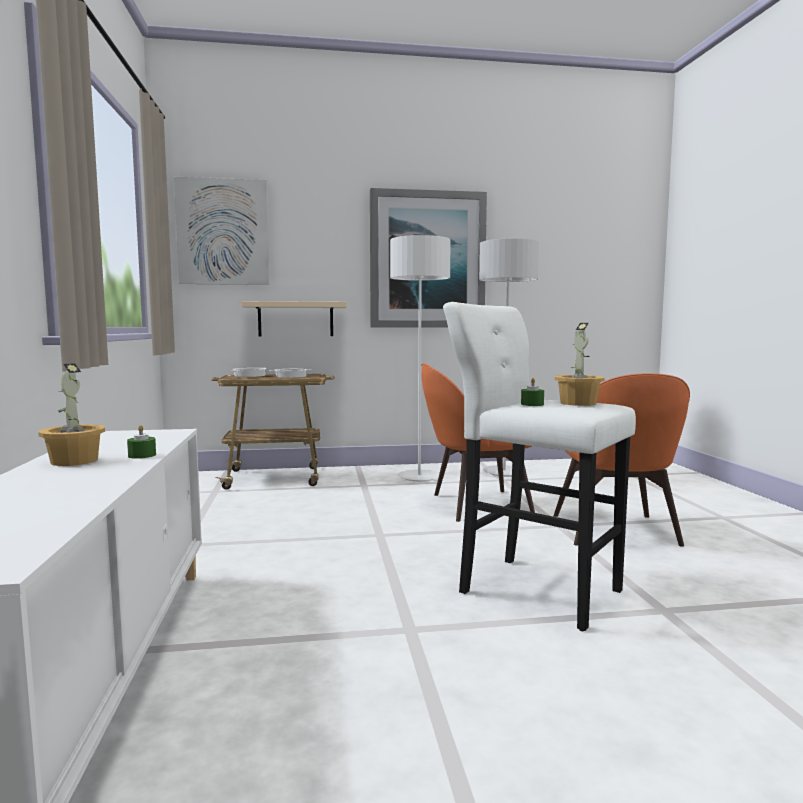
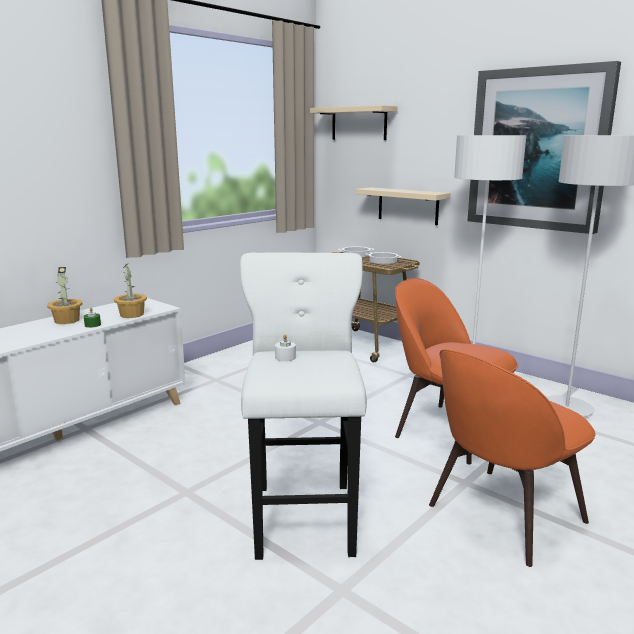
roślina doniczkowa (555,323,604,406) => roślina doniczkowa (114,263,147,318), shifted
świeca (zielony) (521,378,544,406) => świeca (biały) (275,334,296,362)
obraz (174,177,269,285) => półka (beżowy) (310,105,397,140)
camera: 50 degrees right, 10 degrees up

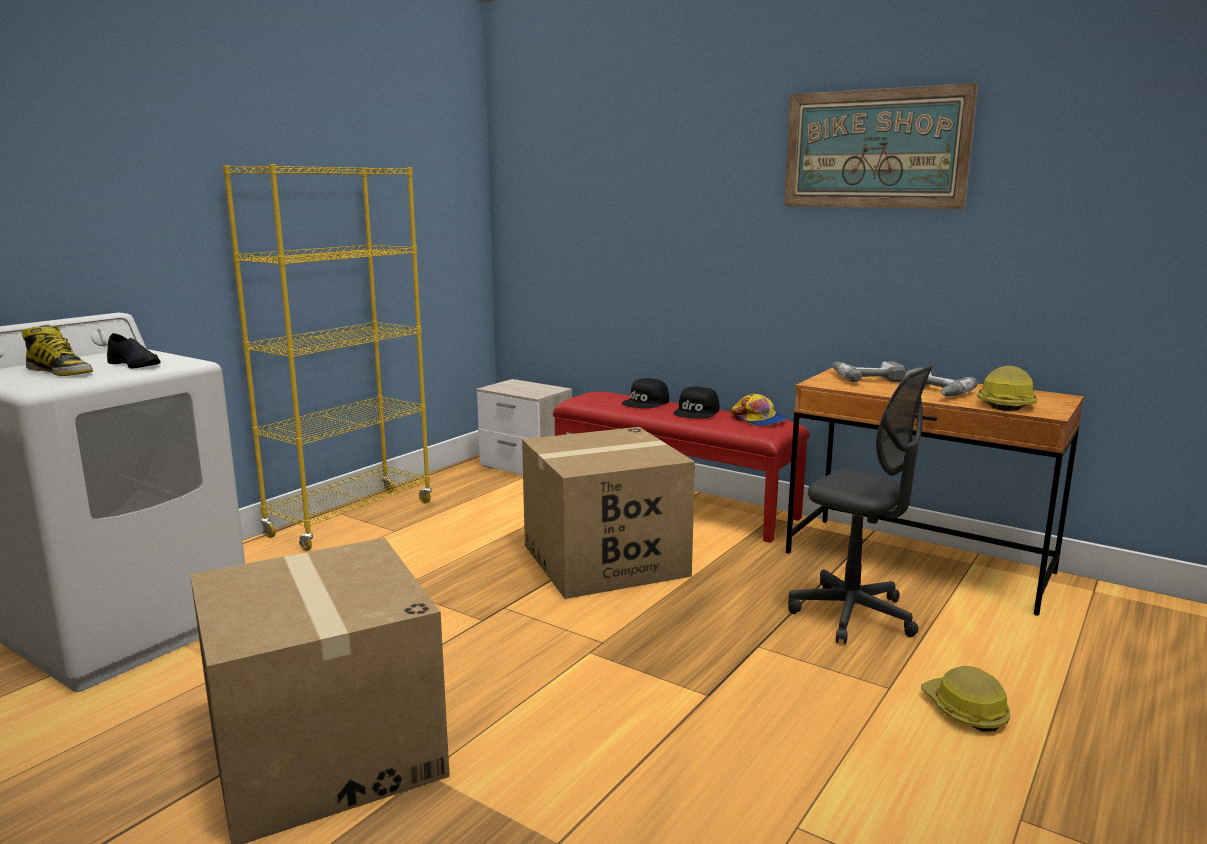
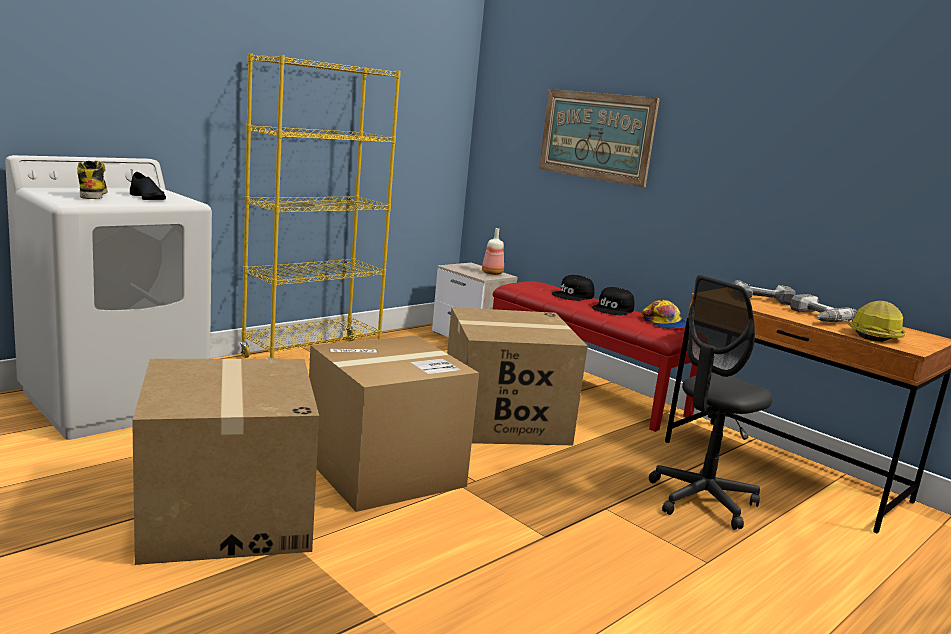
but z cholewką (22,325,93,376) => but z cholewką (77,161,108,199), 150 degrees counterclockwise
nothing => karton (309,335,479,512)
nothing => butelka (482,228,504,275)
obraz (784,83,978,209) => obraz (539,89,660,188), shifted
krzesło biurowe (szary) (788,366,933,644) => krzesło biurowe (szary) (649,275,773,530), 90 degrees clockwise
kask (921,666,1010,732) => nothing
camera: 10 degrees right, 0 degrees up

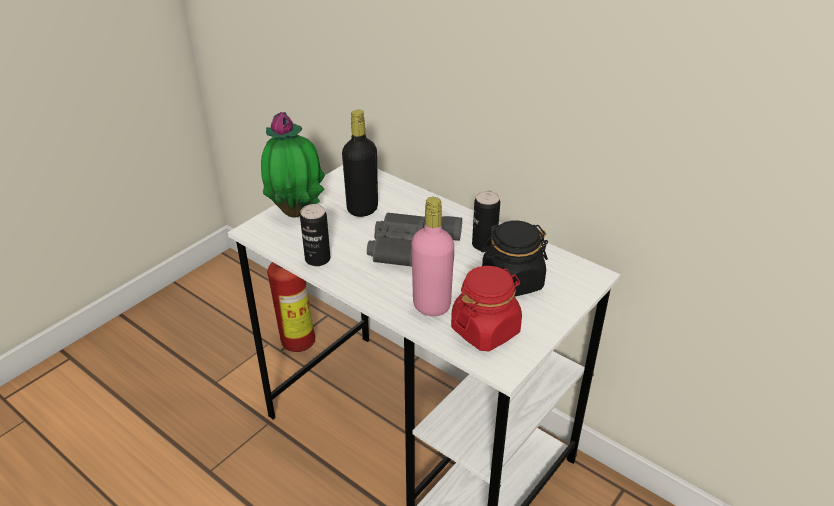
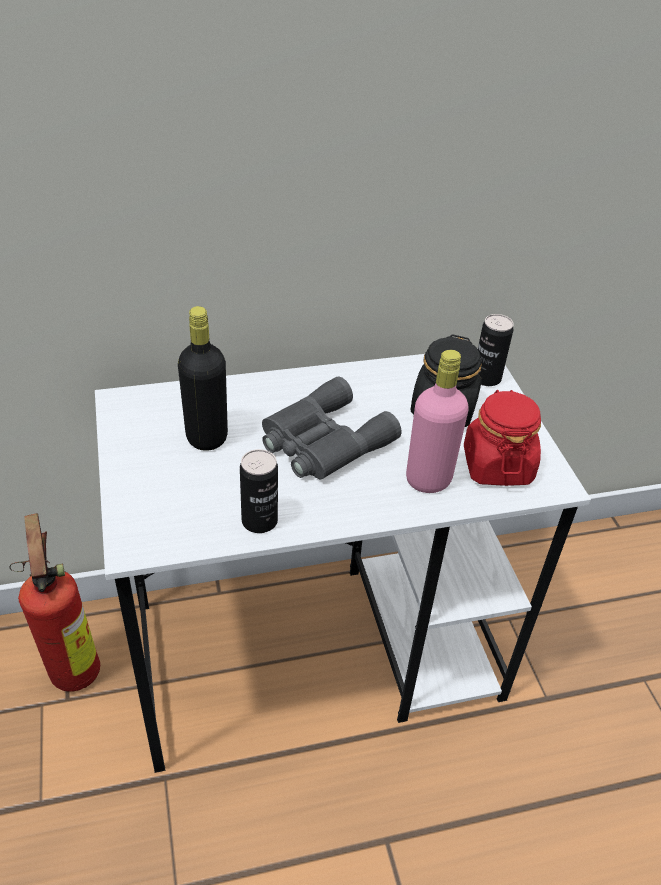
puszka (472,191,500,252) => puszka (478,314,514,386), shifted
roślina doniczkowa (261,112,325,218) => nothing
camera: 55 degrees left, 5 degrees up

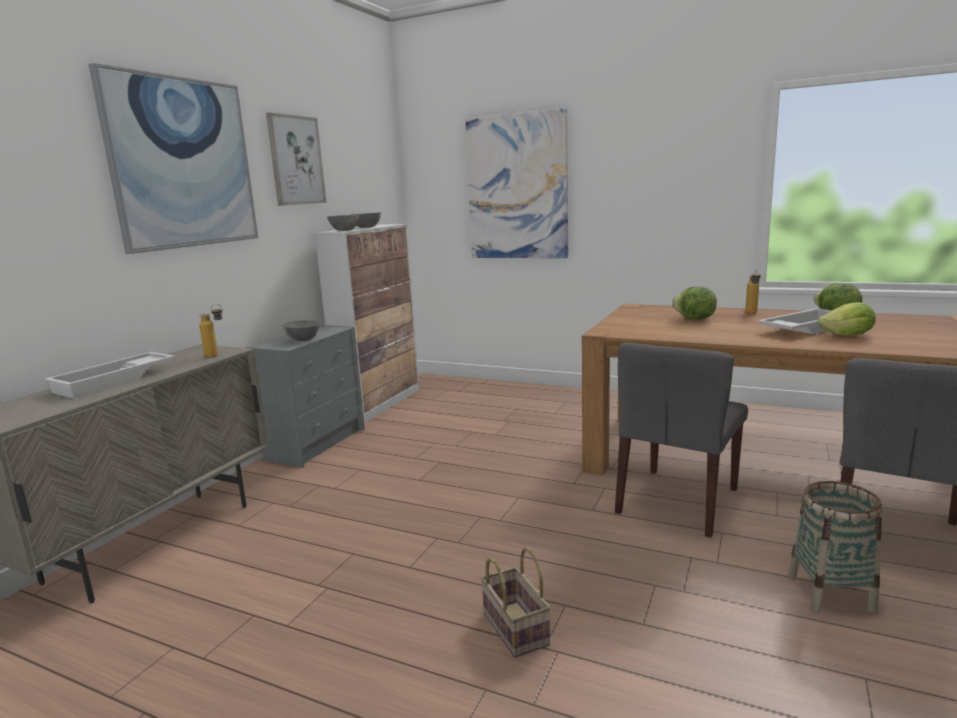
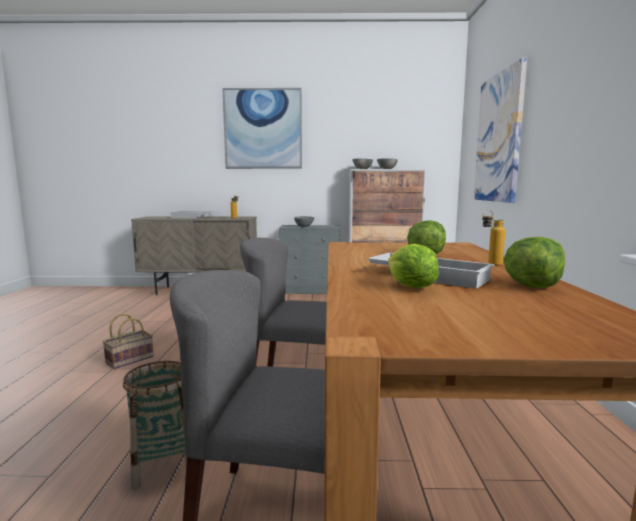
obraz (266,113,327,206) => nothing
camera: 65 degrees right, 5 degrees down

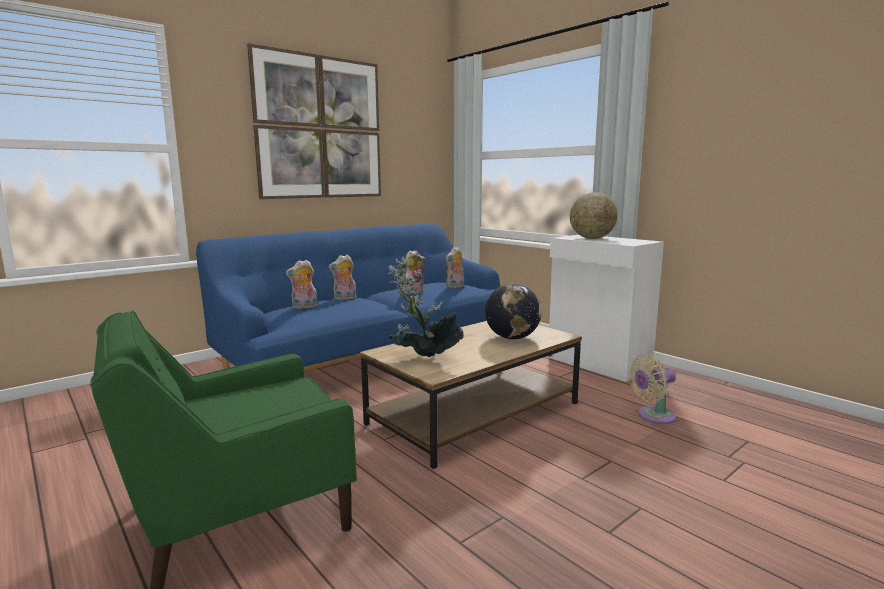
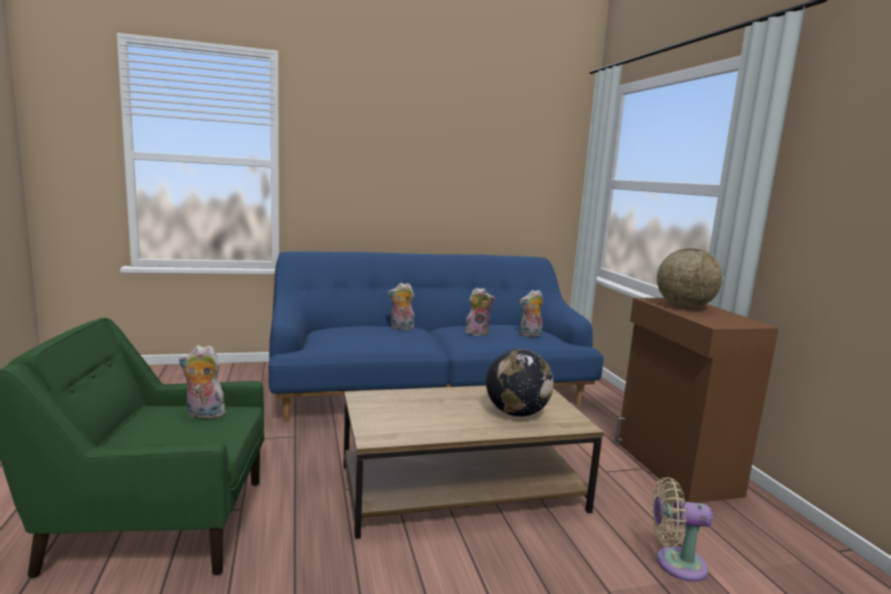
pluszak (286,260,317,309) => pluszak (179,345,226,419), shifted
szafka (biały) (548,235,664,382) => szafka (brązowy) (615,298,779,503)
obraz (247,43,381,199) => nothing
roślina doniczkowa (388,256,464,358) => nothing
camera: 25 degrees right, 0 degrees up

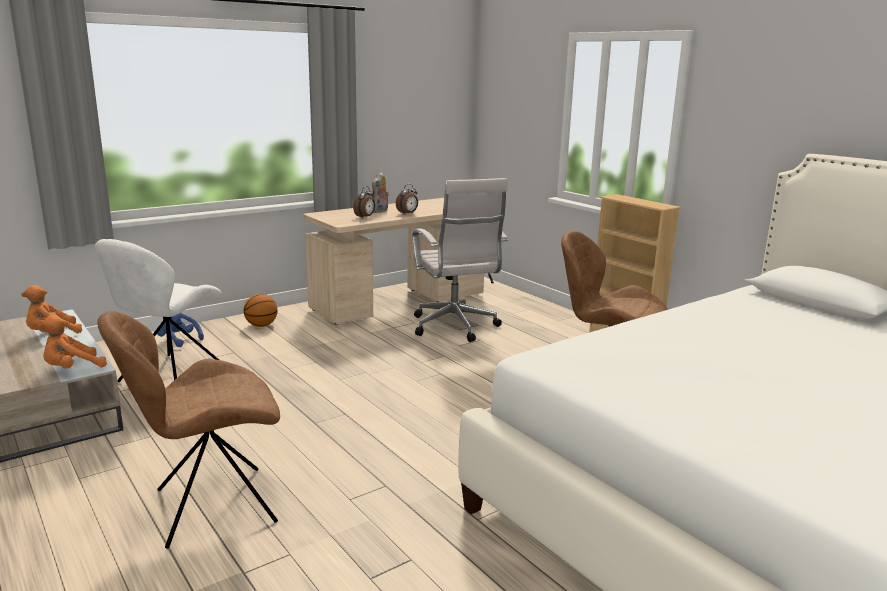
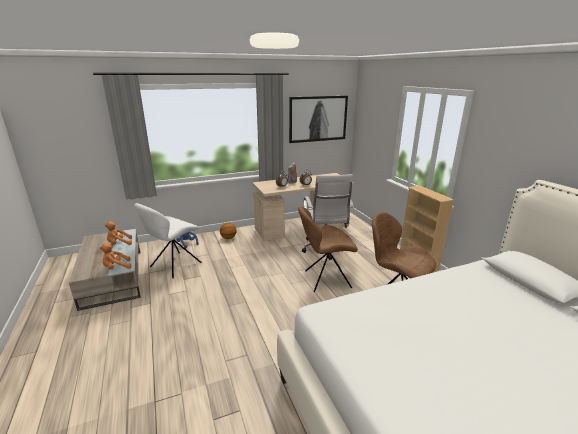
nothing => obraz (289,96,348,143)
krzesło (brązowy) (97,311,280,549) => krzesło (brązowy) (298,206,358,292), shifted
camera: 15 degrees right, 5 degrees up

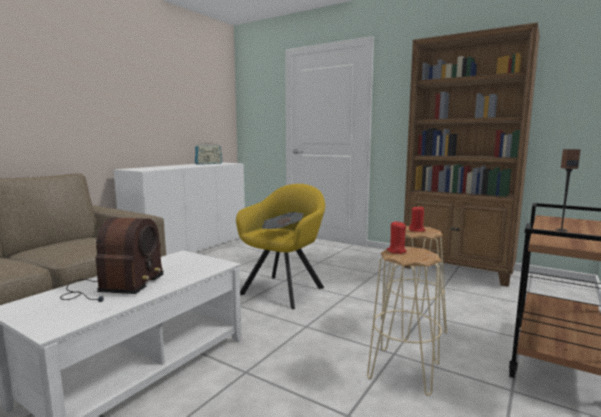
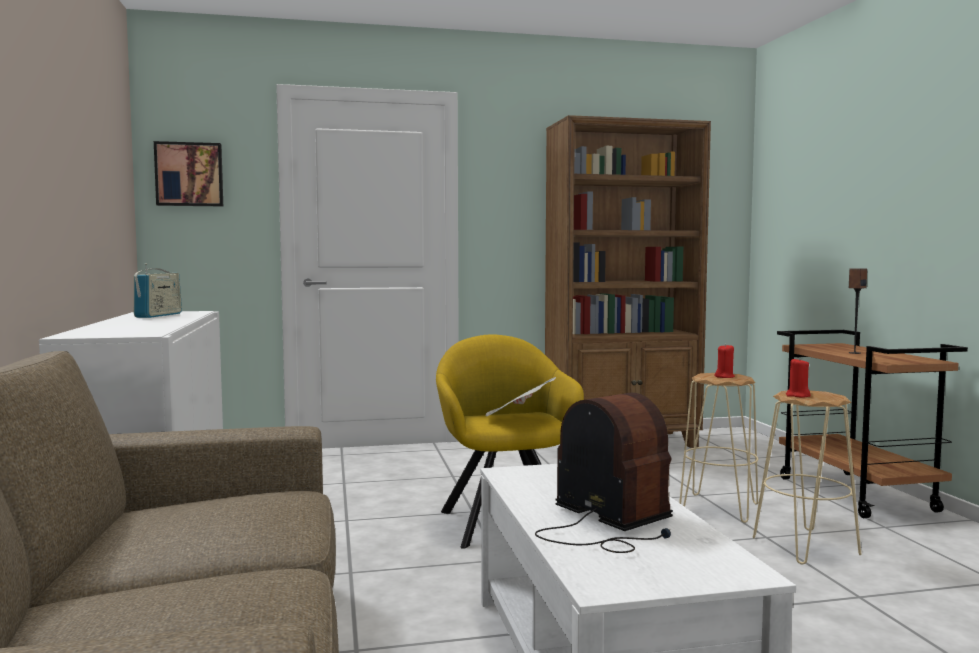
nothing => obraz (154,141,223,206)
camera: 45 degrees left, 5 degrees down

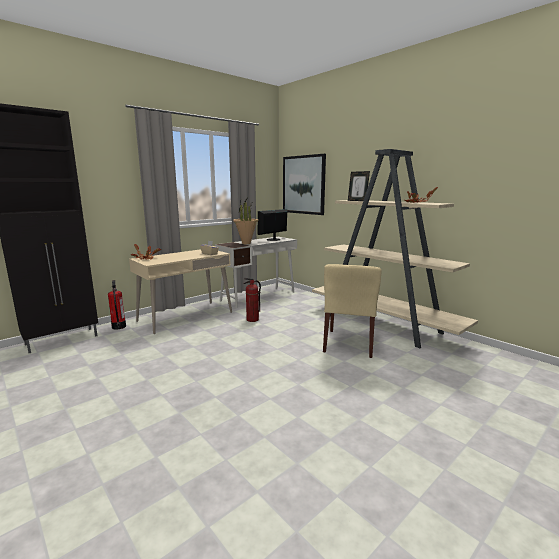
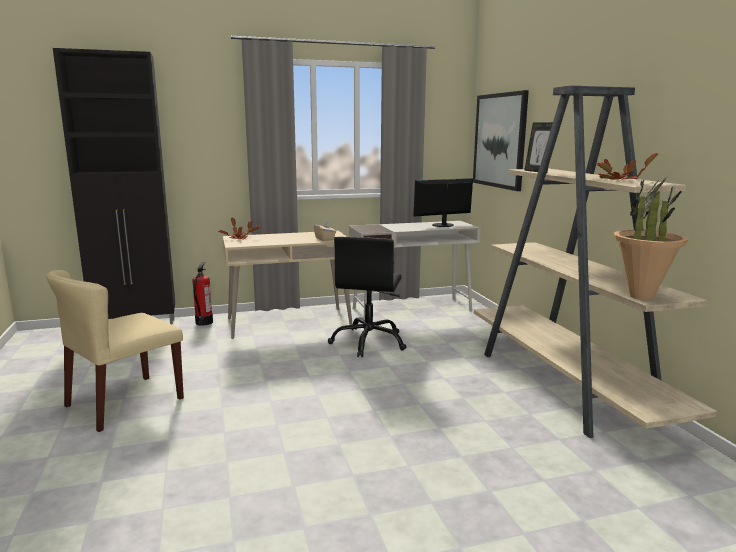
krzesło (beżowy) (323,264,382,358) => krzesło (beżowy) (46,270,184,432), shifted
gaśnica (244,278,261,322) => krzesło biurowe (czarny) (328,237,407,358)
roślina doniczkowa (233,200,258,244) => roślina doniczkowa (614,174,689,300), shifted
camera: 25 degrees right, 0 degrees up

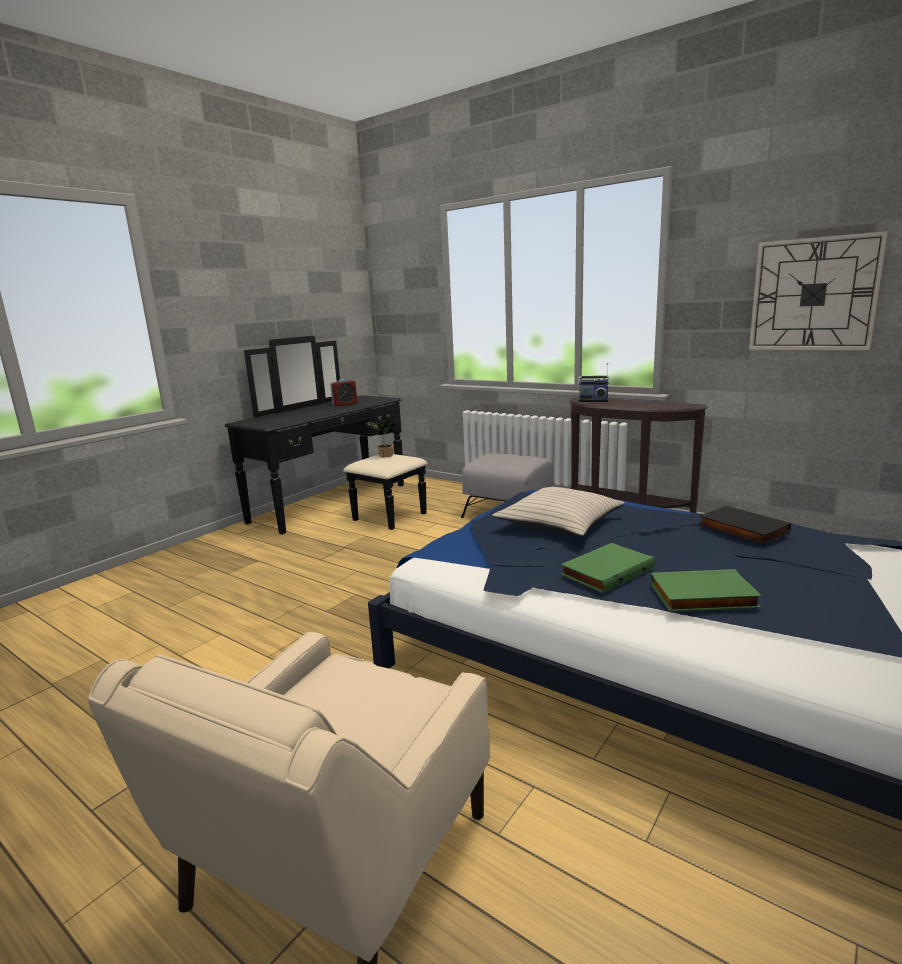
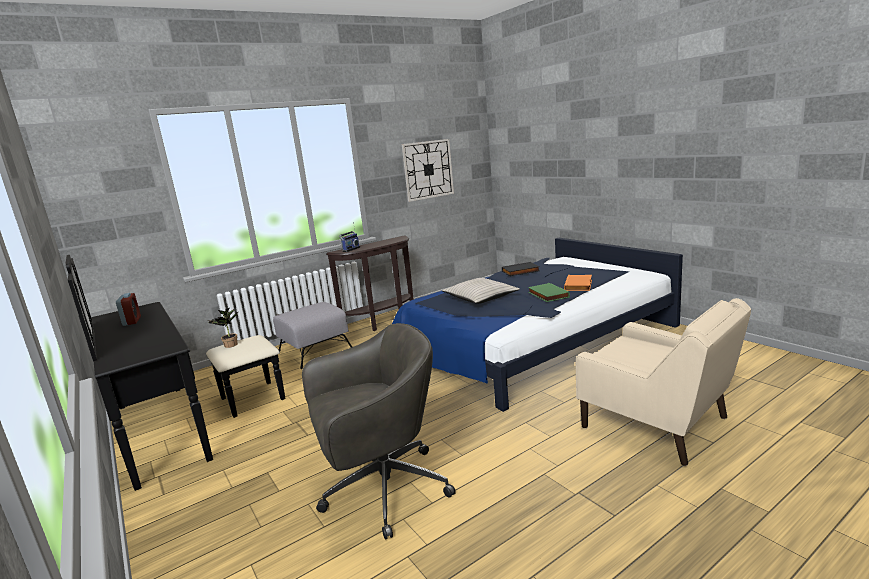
nothing => krzesło biurowe (szary) (302,323,456,539)
książka (zielony) (651,569,762,612) => książka (pomarańczowy) (564,275,592,291)
camera: 70 degrees left, 0 degrees up

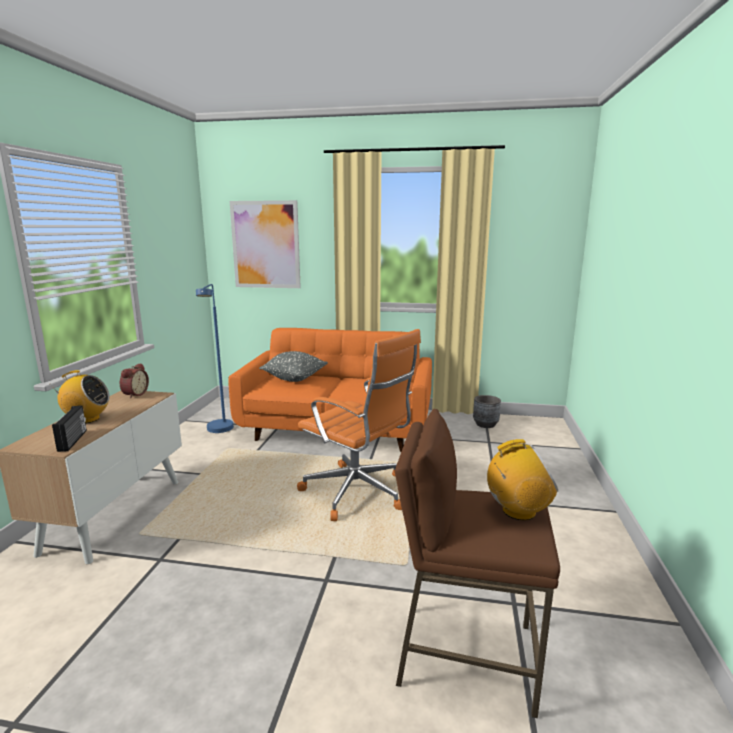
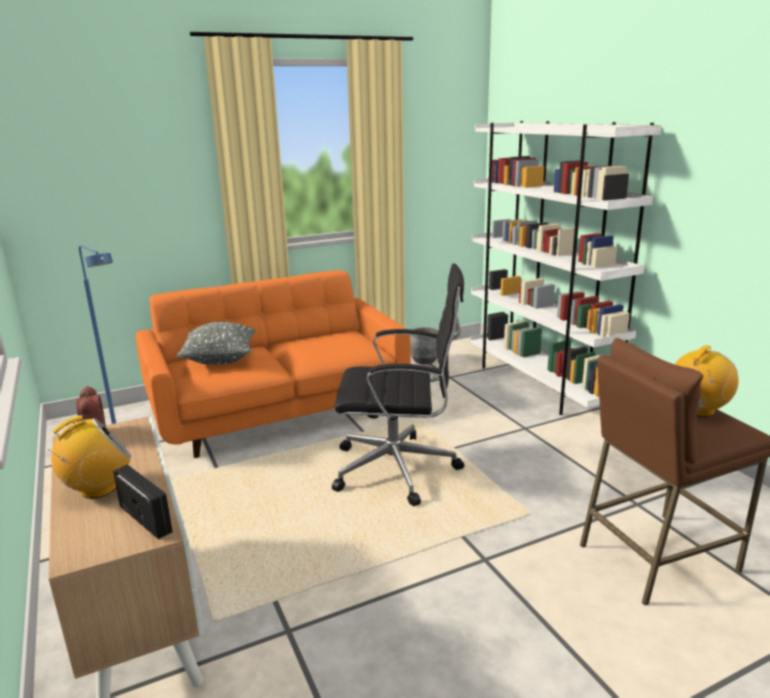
krzesło biurowe (pomarańczowy) (297,329,421,521) => krzesło biurowe (czarny) (332,264,464,506)
nothing => regał (biały) (470,121,662,415)
obraz (230,200,301,288) => nothing
camera: 35 degrees left, 5 degrees up

